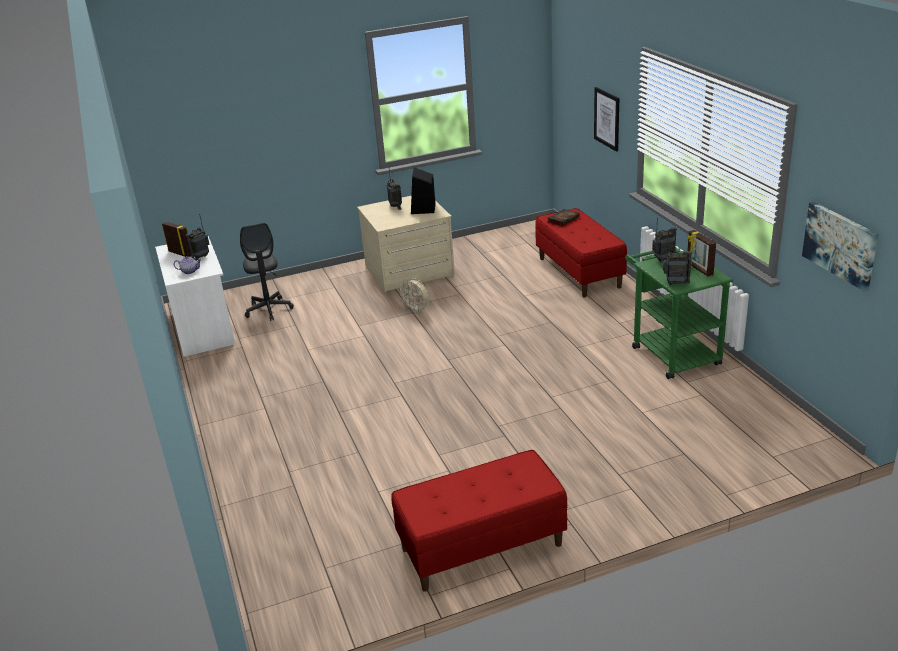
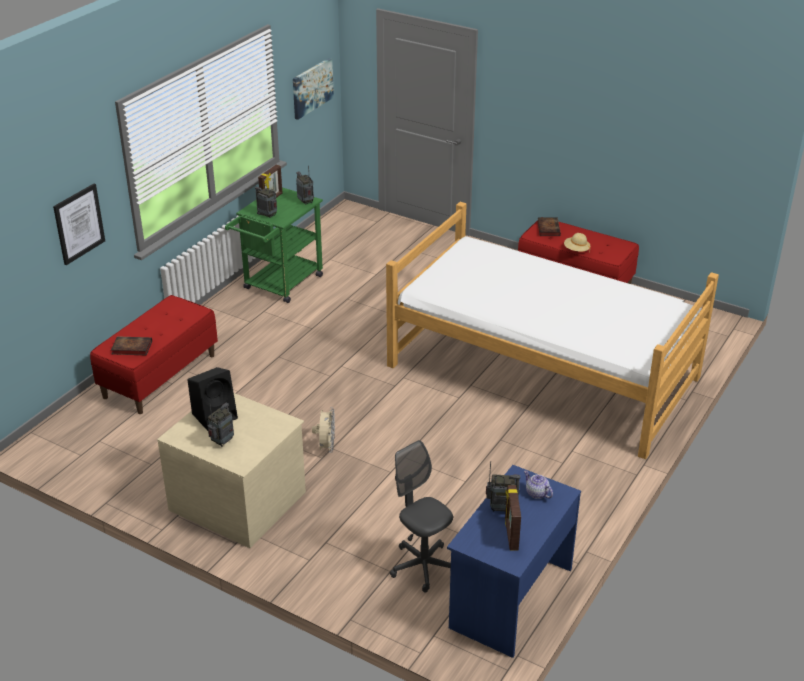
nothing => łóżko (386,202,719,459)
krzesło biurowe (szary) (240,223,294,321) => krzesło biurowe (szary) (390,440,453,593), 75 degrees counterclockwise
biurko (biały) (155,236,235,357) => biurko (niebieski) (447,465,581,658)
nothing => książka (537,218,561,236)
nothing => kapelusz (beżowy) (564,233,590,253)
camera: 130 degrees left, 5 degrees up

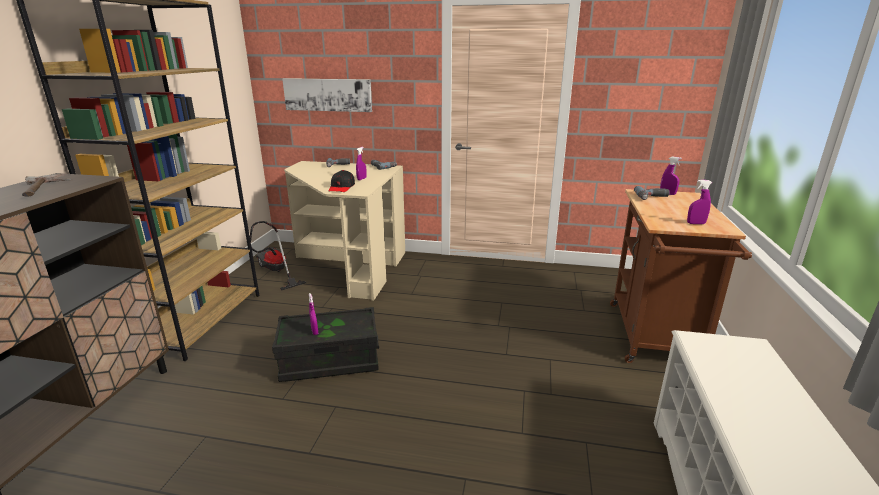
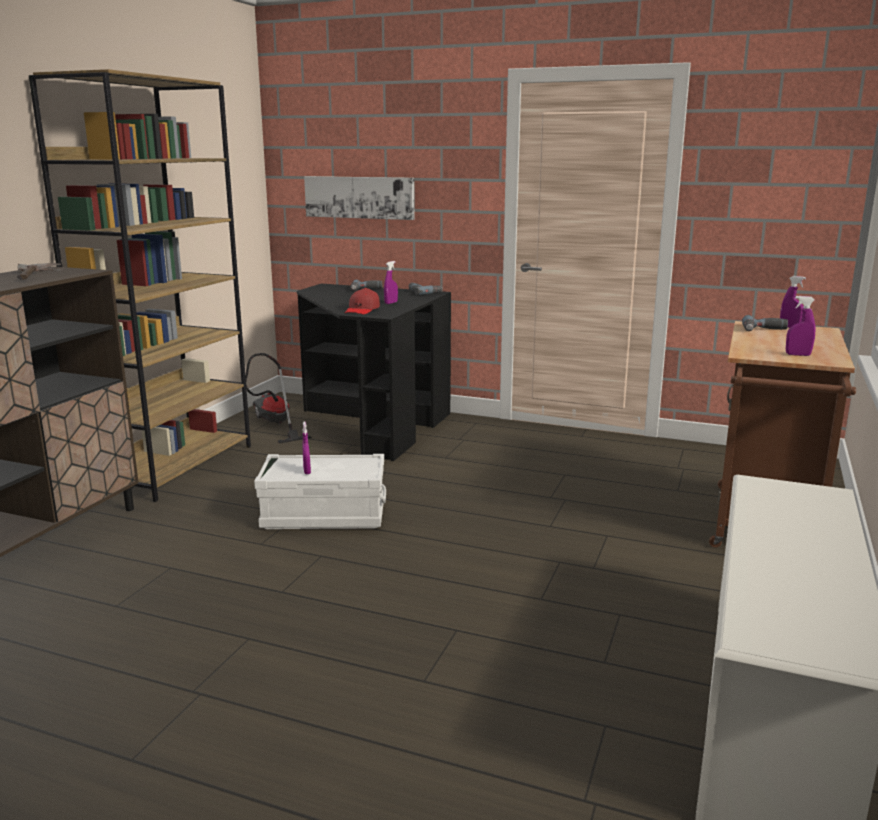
pojemnik do przechowywania (czarny) (272,307,379,382) => pojemnik do przechowywania (biały) (254,454,386,529)
biurko (beżowy) (284,161,405,301) => biurko (czarny) (297,284,451,461)
czapka z daszkiem (czarny) (329,170,355,192) => czapka z daszkiem (czerwony) (345,288,380,314)
camera: 10 degrees right, 5 degrees down

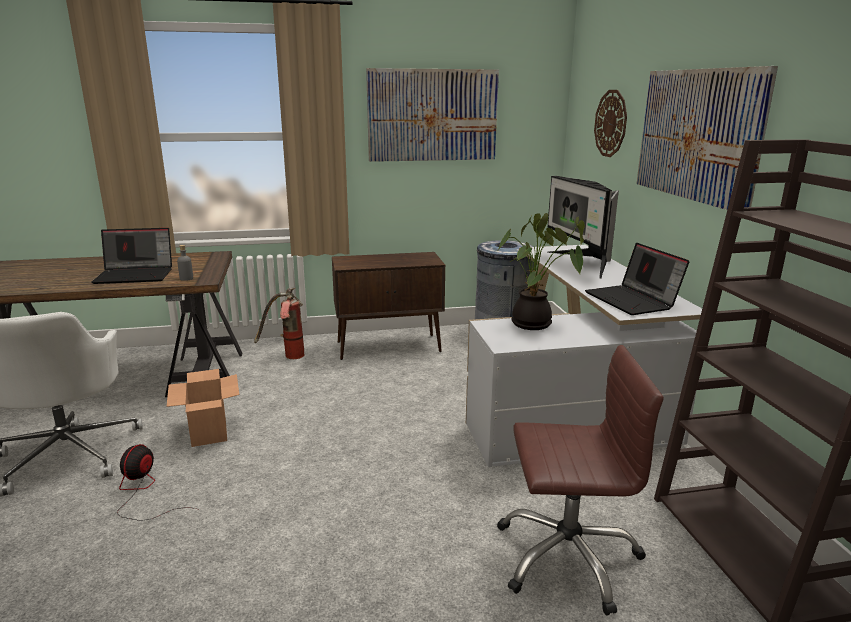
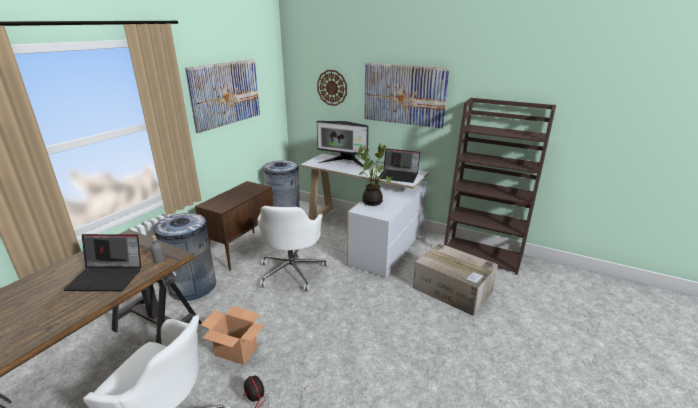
laptop (92,228,172,284) => laptop (63,234,141,291), 60 degrees clockwise
gaśnica (254,287,305,359) => kosz na śmieci (szary) (154,213,216,301)
nothing => krzesło biurowe (biały) (257,206,328,291)
krzesło biurowe (brązowy) (497,345,664,616) => karton (413,243,498,316)
camera: 50 degrees left, 5 degrees up

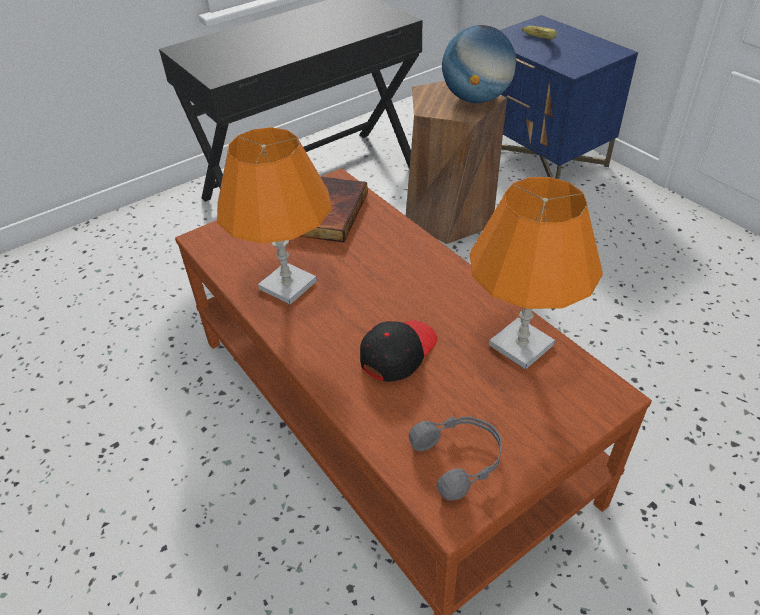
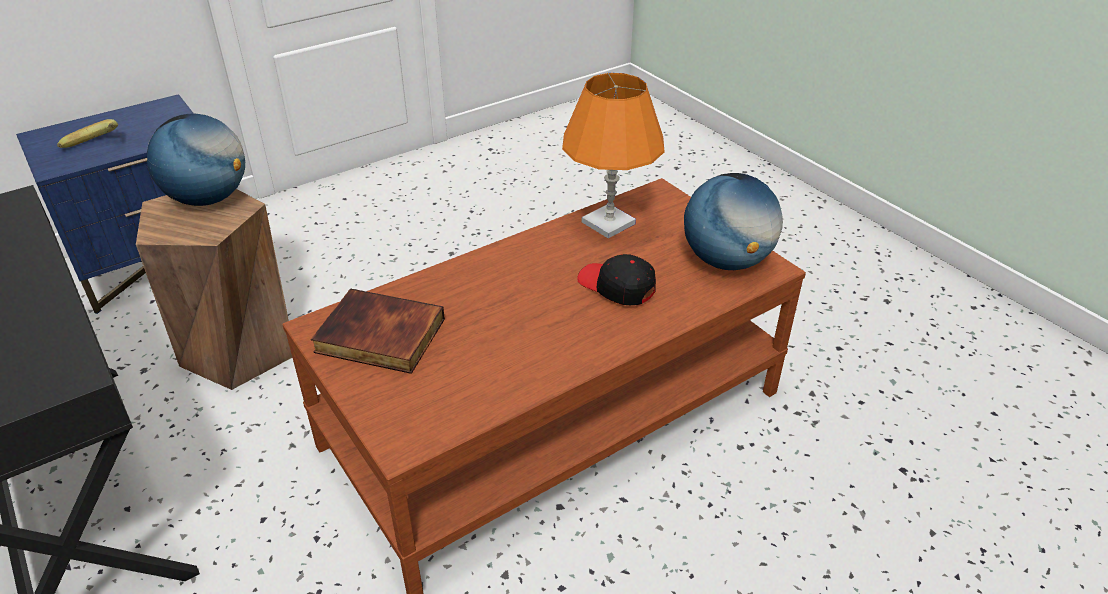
słuchawki (szary) (409,416,502,501) => globus (684,173,783,270)
lampa stołowa (pomarańczowy) (217,127,332,305) => nothing
camera: 90 degrees left, 5 degrees down

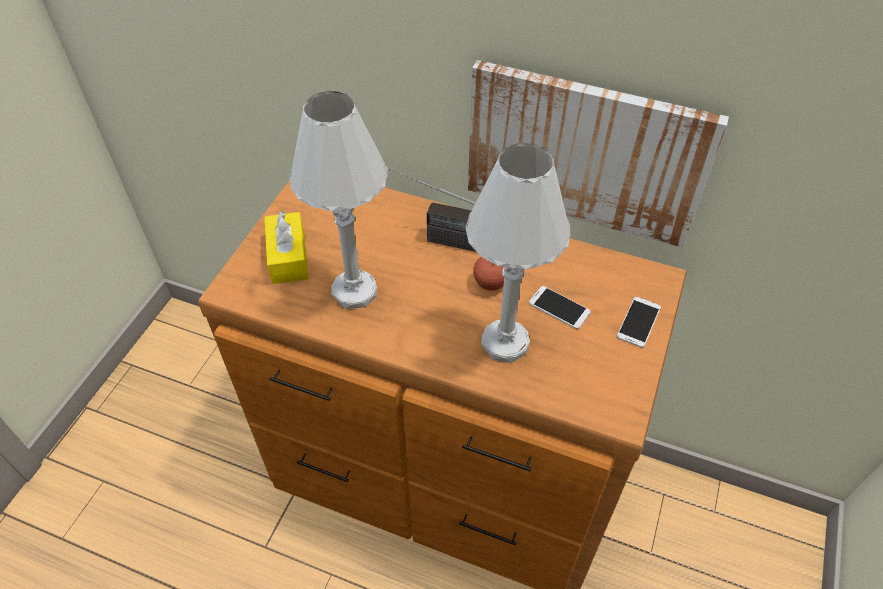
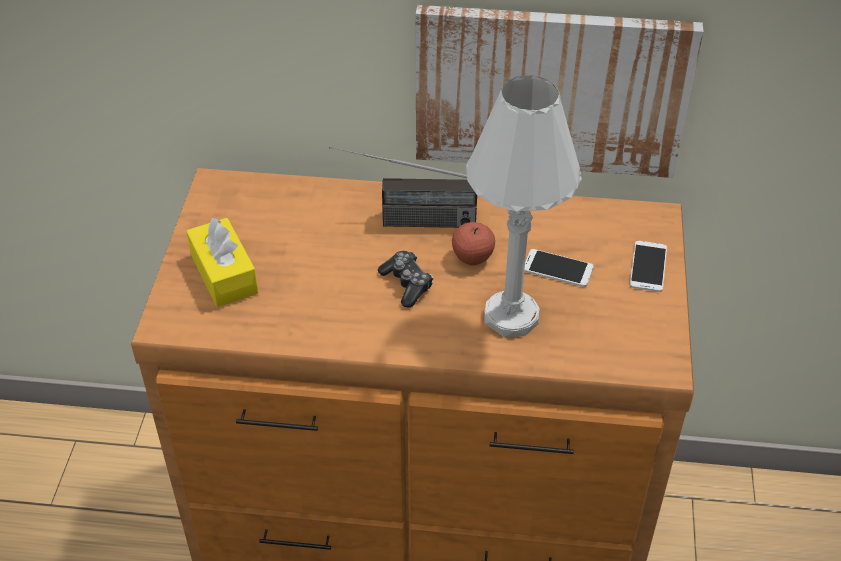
nothing => pad do gier (378,251,433,307)
lampa stołowa (biały) (289,90,388,309) => nothing
camera: 15 degrees left, 5 degrees down

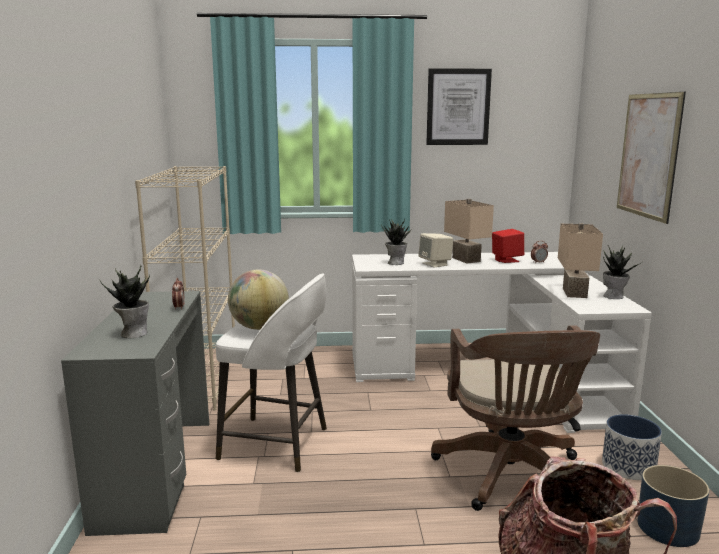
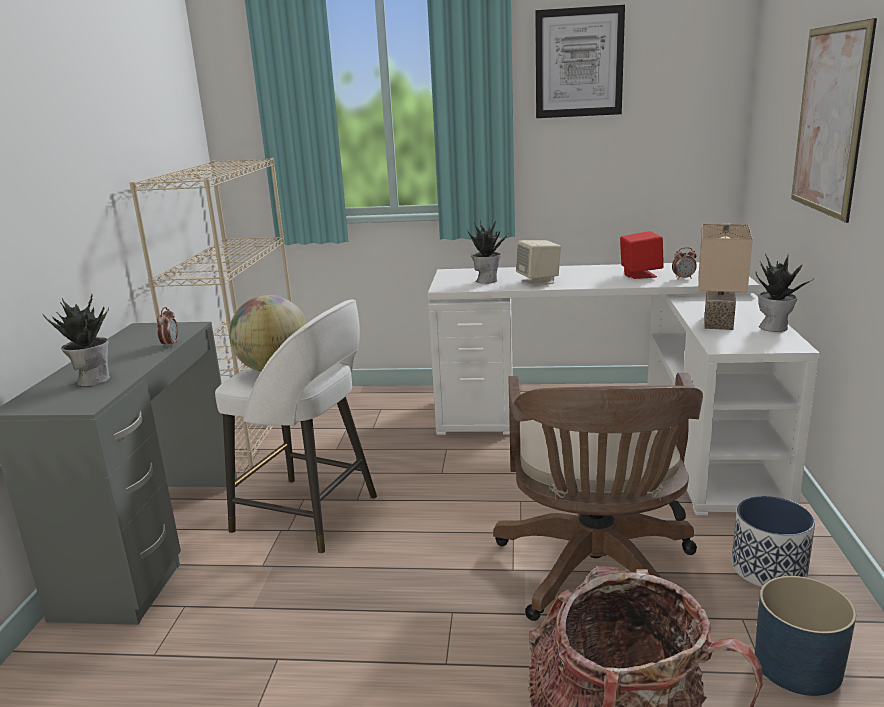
lampa stołowa (beżowy) (444,199,494,264) => nothing
camera: 10 degrees right, 5 degrees up

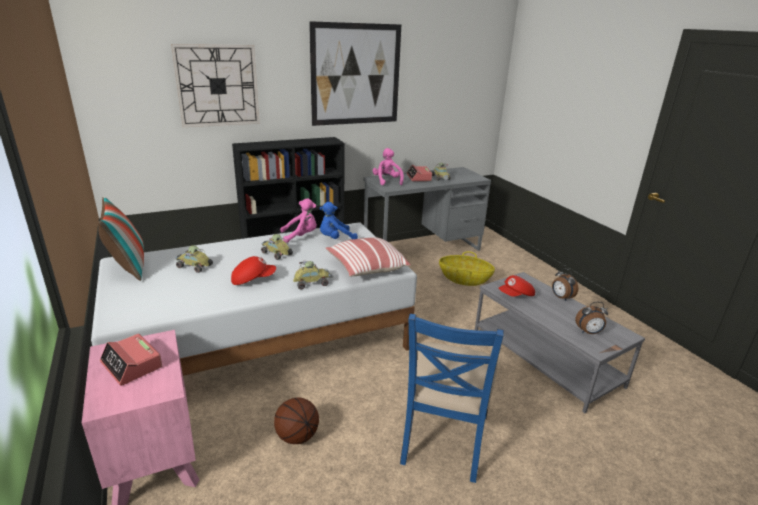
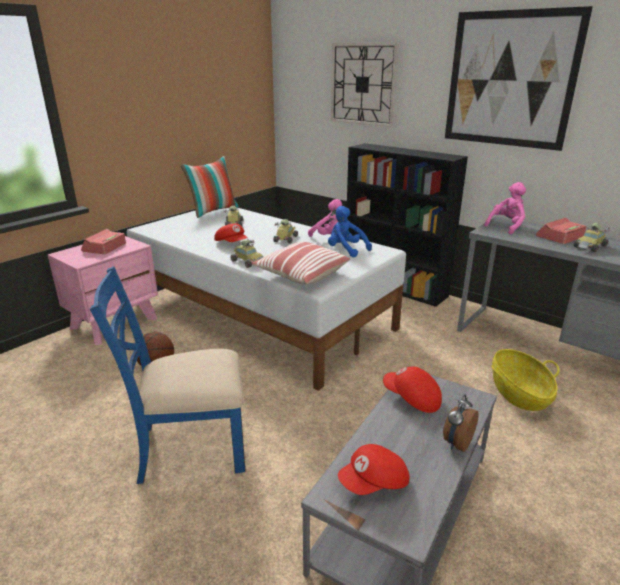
budzik (575,302,608,334) => czapka z daszkiem (czerwony) (338,444,409,495)
camera: 65 degrees right, 0 degrees up

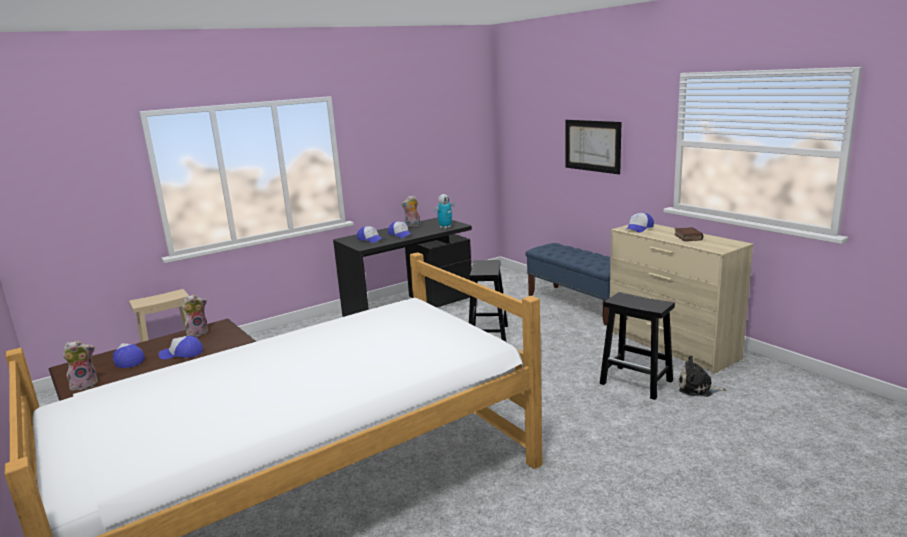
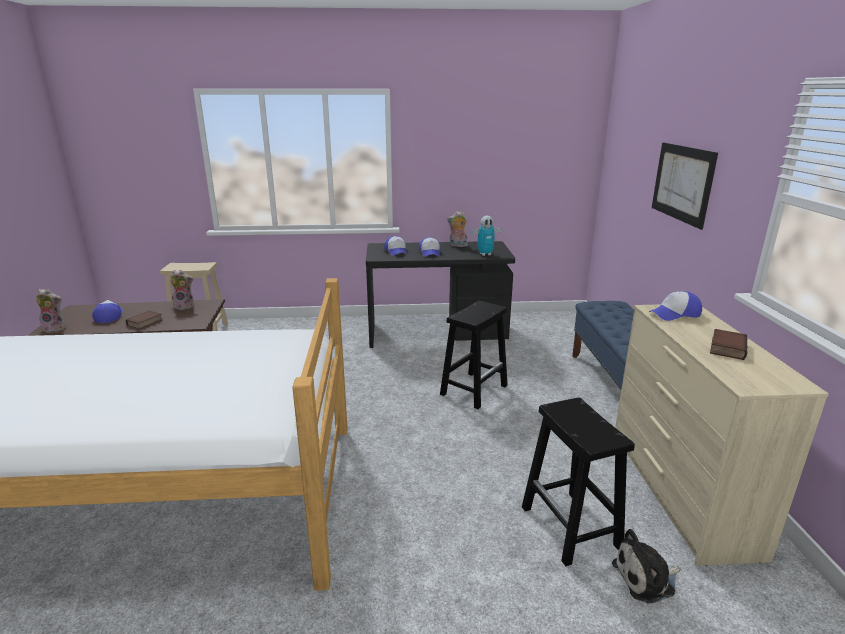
czapka z daszkiem (159,336,203,359) => książka (126,311,163,329)
pluszak (679,355,726,397) => pluszak (612,529,681,603), 60 degrees counterclockwise
camera: 30 degrees right, 5 degrees up

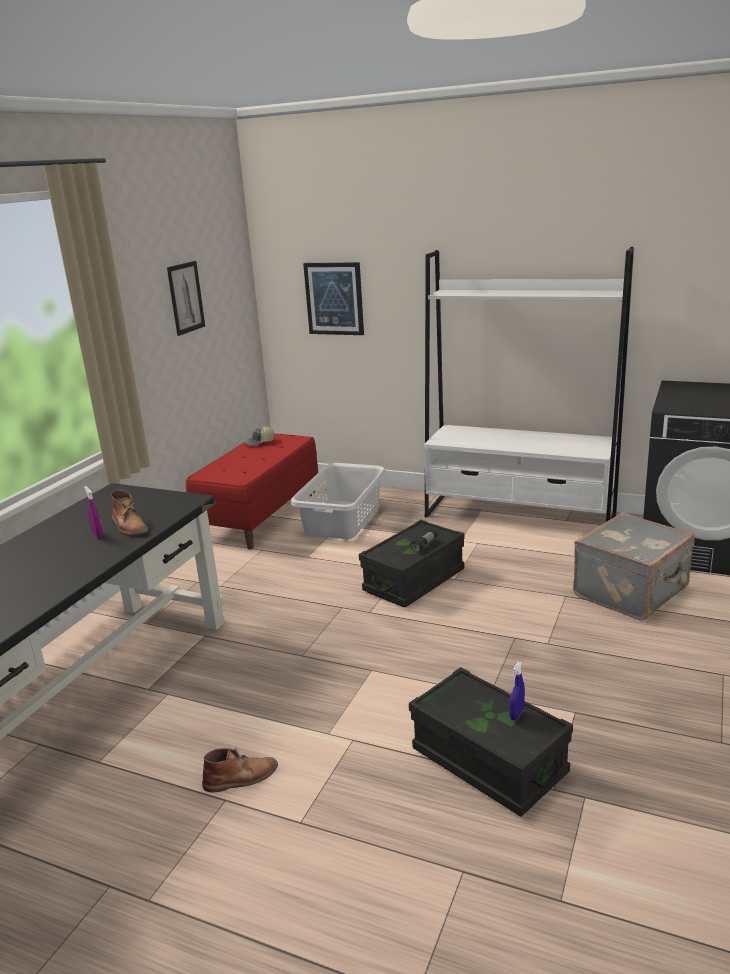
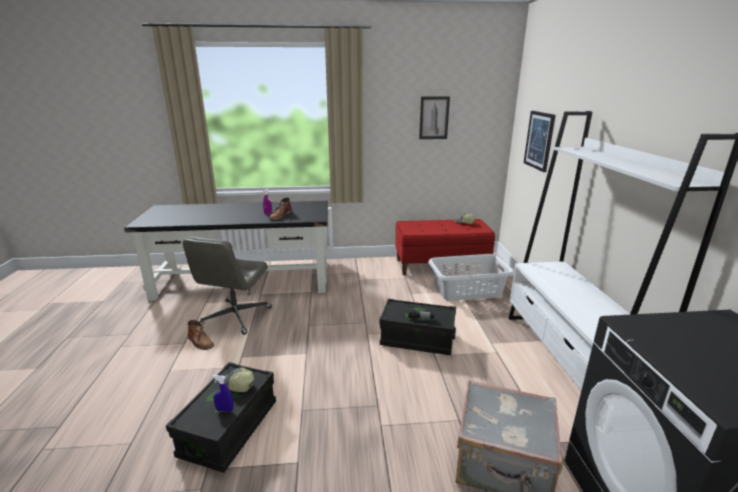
nothing => krzesło biurowe (szary) (183,237,272,335)
nothing => czapka z daszkiem (218,367,254,392)
camera: 60 degrees right, 0 degrees up

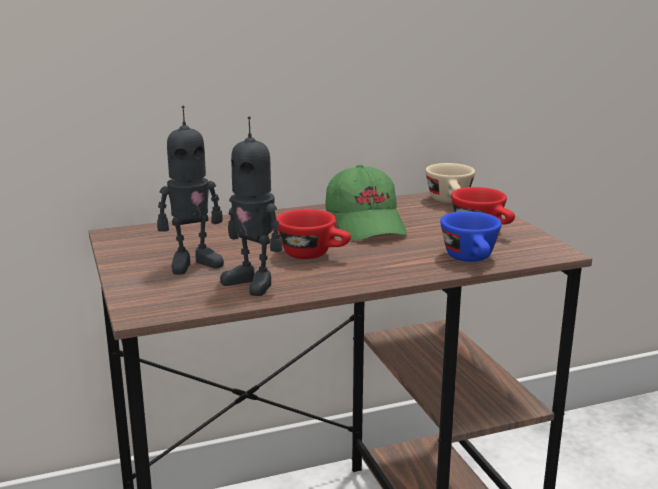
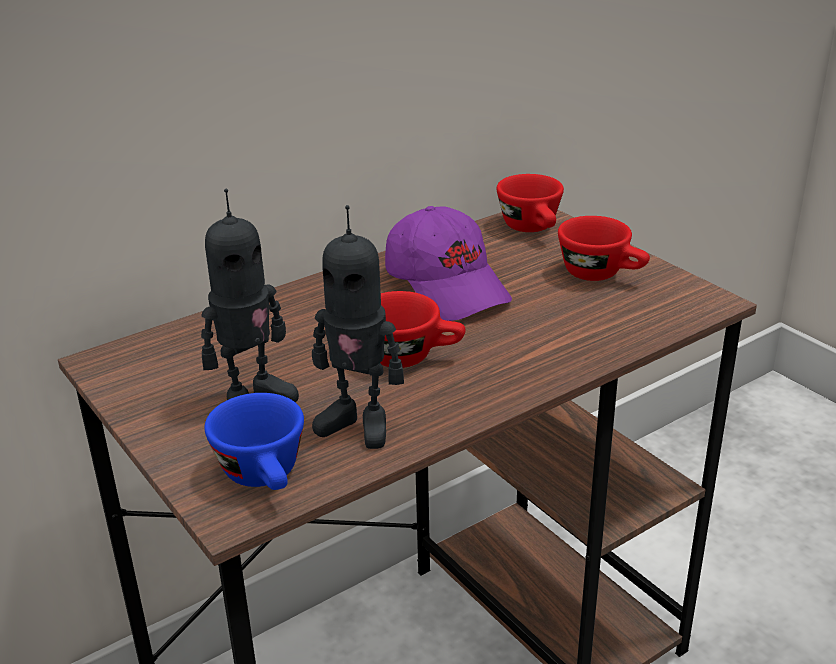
filiżanka (niebieski) (440,211,501,262) => filiżanka (niebieski) (205,393,304,490), shifted
czapka z daszkiem (zielony) (325,164,407,241) => czapka z daszkiem (fioletowy) (385,206,512,321)
filiżanka (beżowy) (425,163,475,203) => filiżanka (czerwony) (496,174,564,232)
camera: 15 degrees left, 10 degrees up

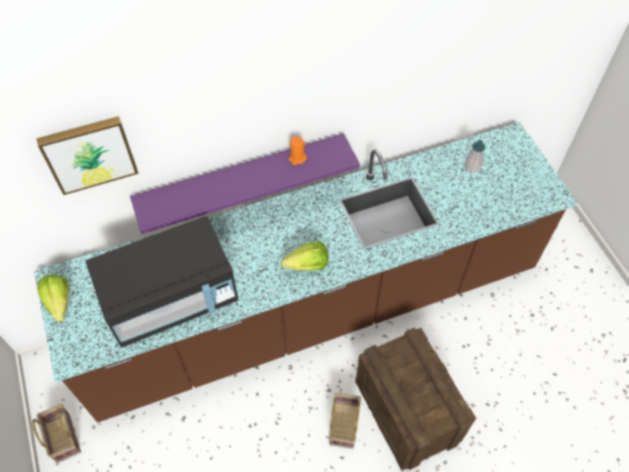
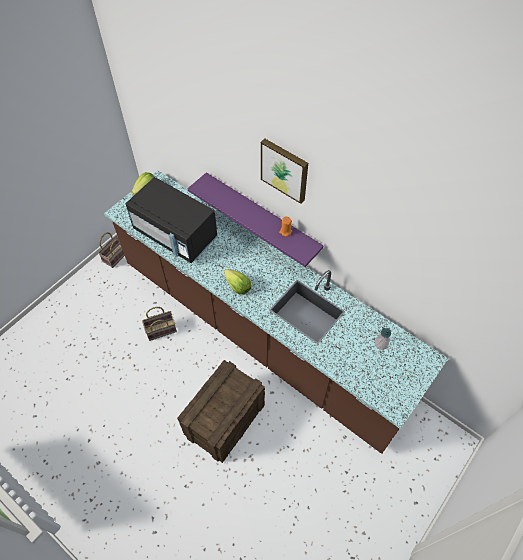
koszyk (329,393,361,449) => koszyk (142,307,177,341), shifted
obraz (36,116,139,195) => obraz (261,139,308,204), shifted
camera: 60 degrees right, 0 degrees up

